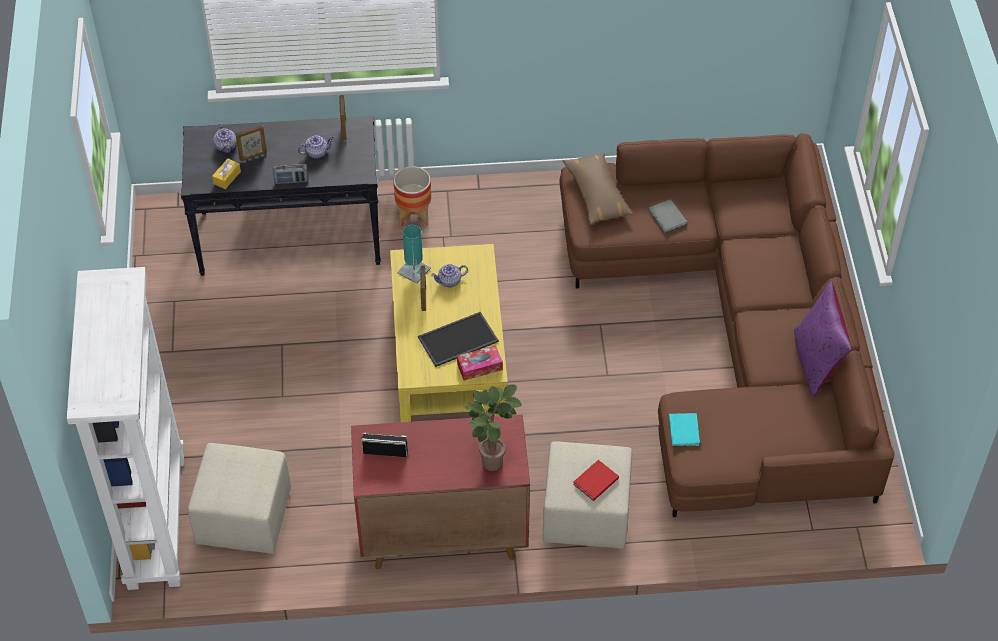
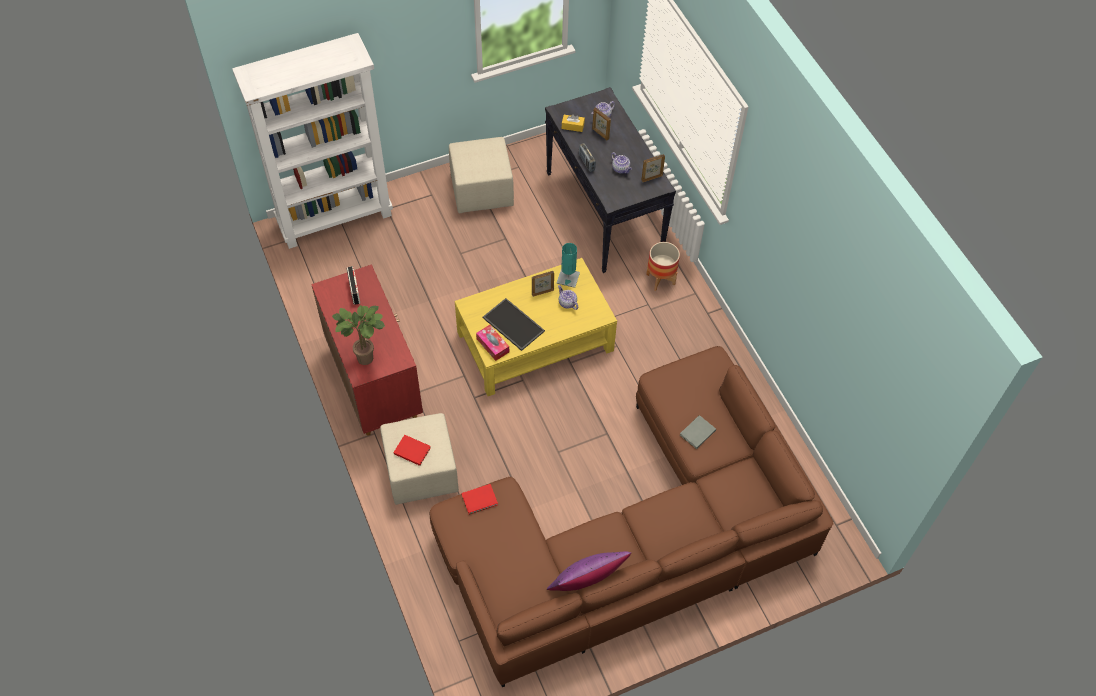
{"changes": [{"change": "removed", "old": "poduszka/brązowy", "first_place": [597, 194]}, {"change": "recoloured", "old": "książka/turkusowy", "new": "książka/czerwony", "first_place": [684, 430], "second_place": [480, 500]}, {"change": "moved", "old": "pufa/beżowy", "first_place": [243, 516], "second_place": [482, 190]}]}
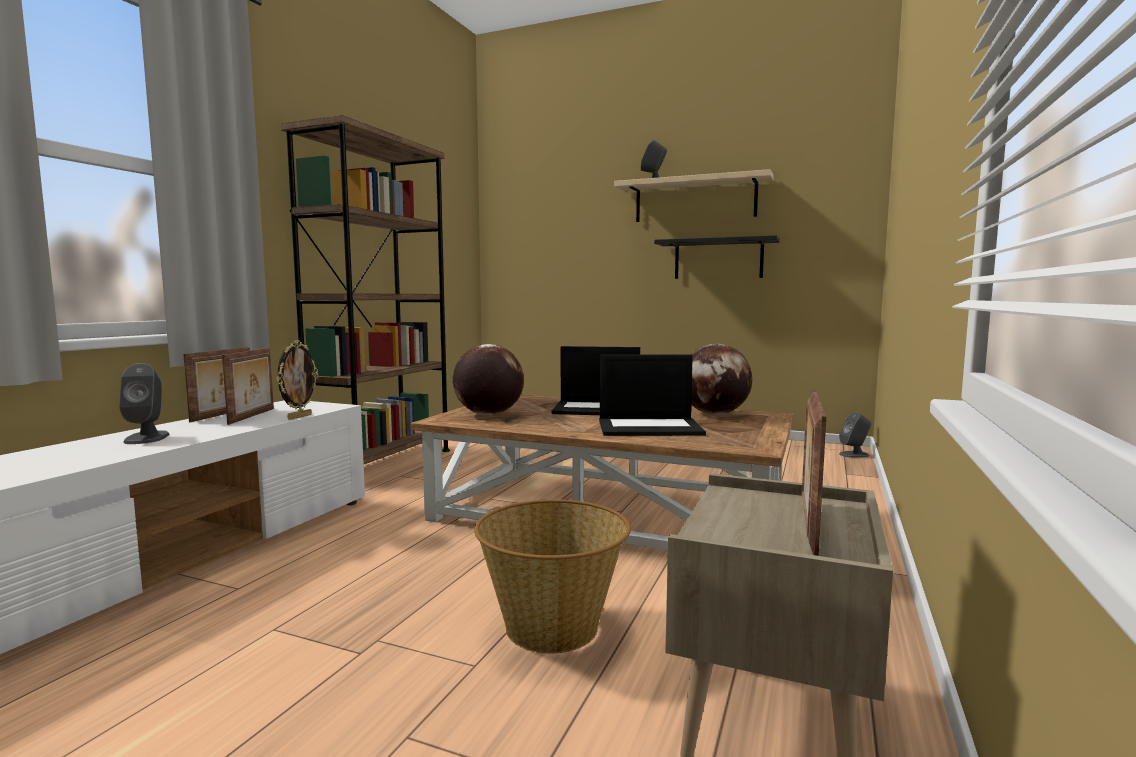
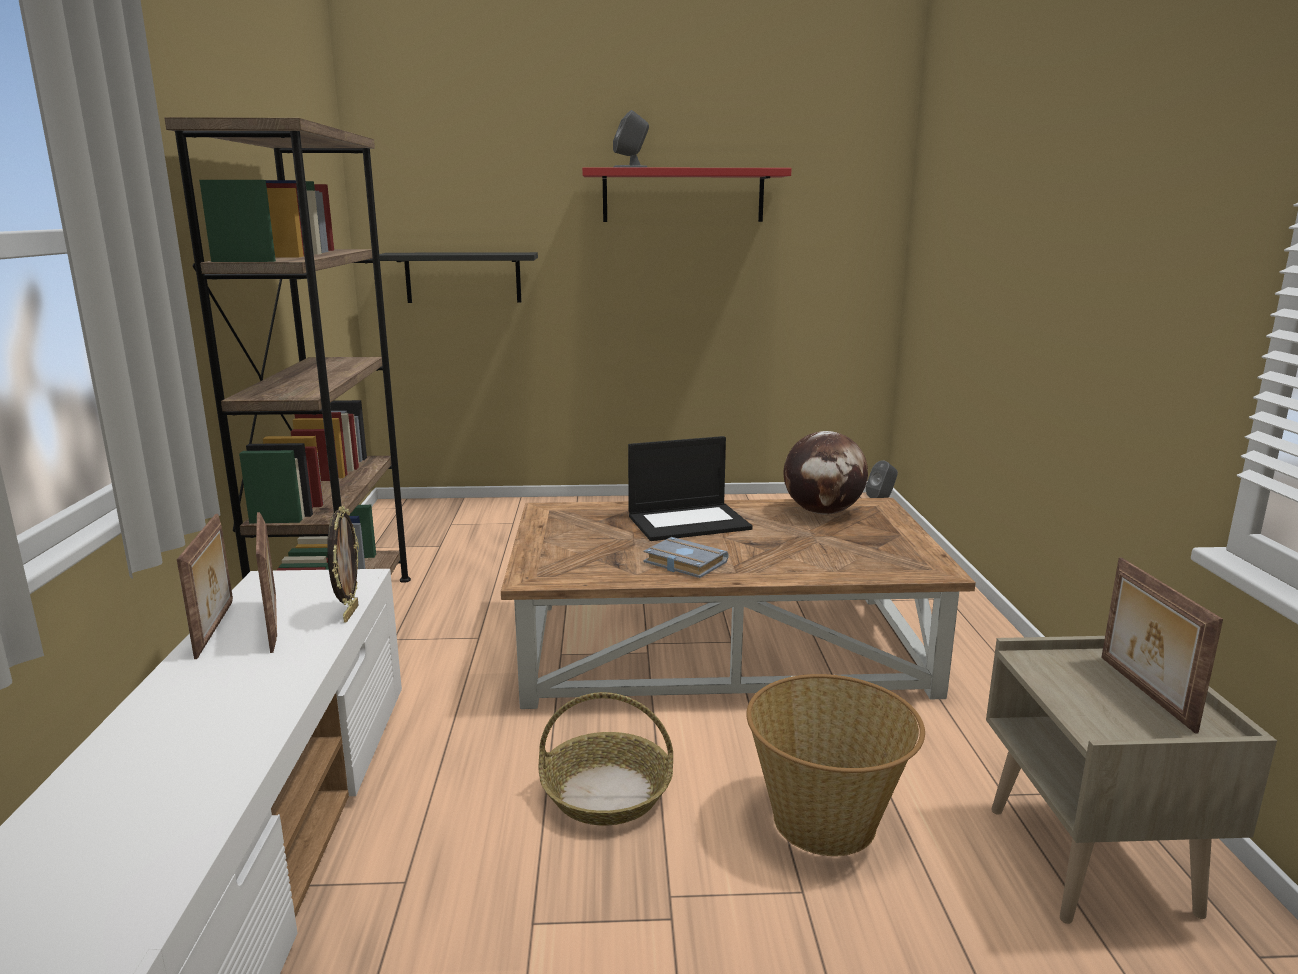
{"changes": [{"change": "recoloured", "old": "półka/beżowy", "new": "półka/czerwony", "first_place": [695, 200], "second_place": [683, 195]}, {"change": "moved", "old": "półka/czarny", "first_place": [718, 259], "second_place": [463, 277]}, {"change": "removed", "old": "globus", "first_place": [488, 414]}, {"change": "removed", "old": "laptop", "first_place": [650, 427]}, {"change": "removed", "old": "głośnik/szary", "first_place": [147, 438]}, {"change": "added", "new": "książka/szary", "second_place": [682, 563]}, {"change": "added", "new": "koszyk", "second_place": [607, 793]}]}
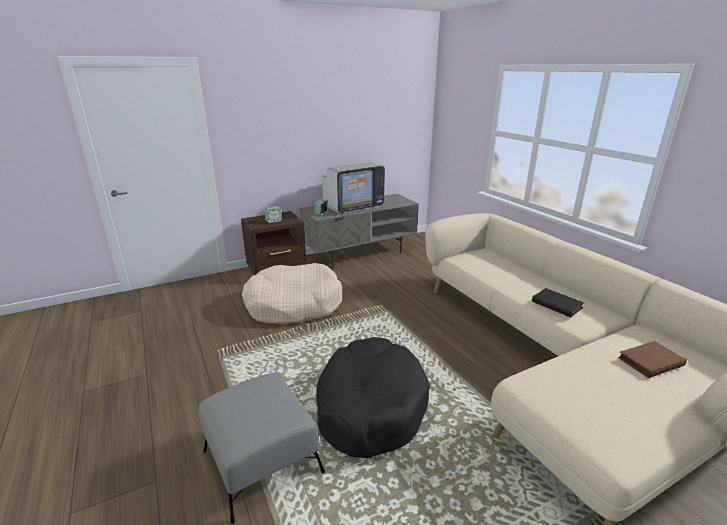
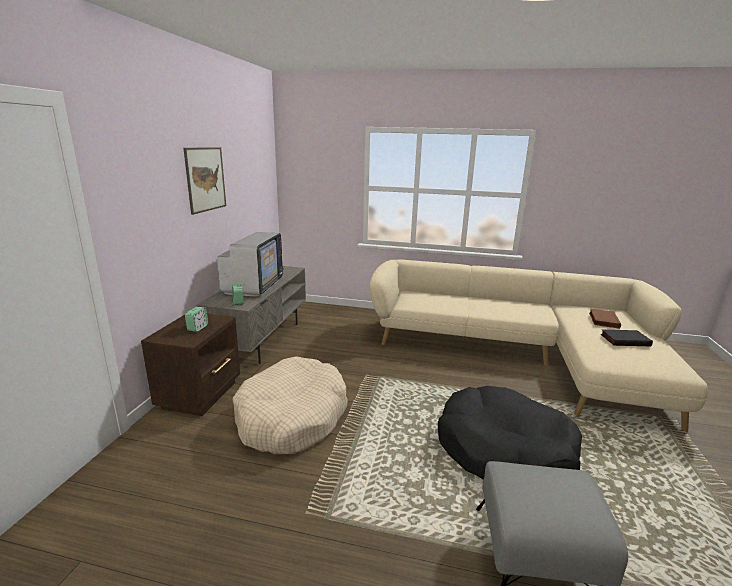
{"changes": [{"change": "moved", "old": "książka/czarny", "first_place": [557, 304], "second_place": [624, 340]}, {"change": "added", "new": "obraz", "second_place": [205, 179]}]}
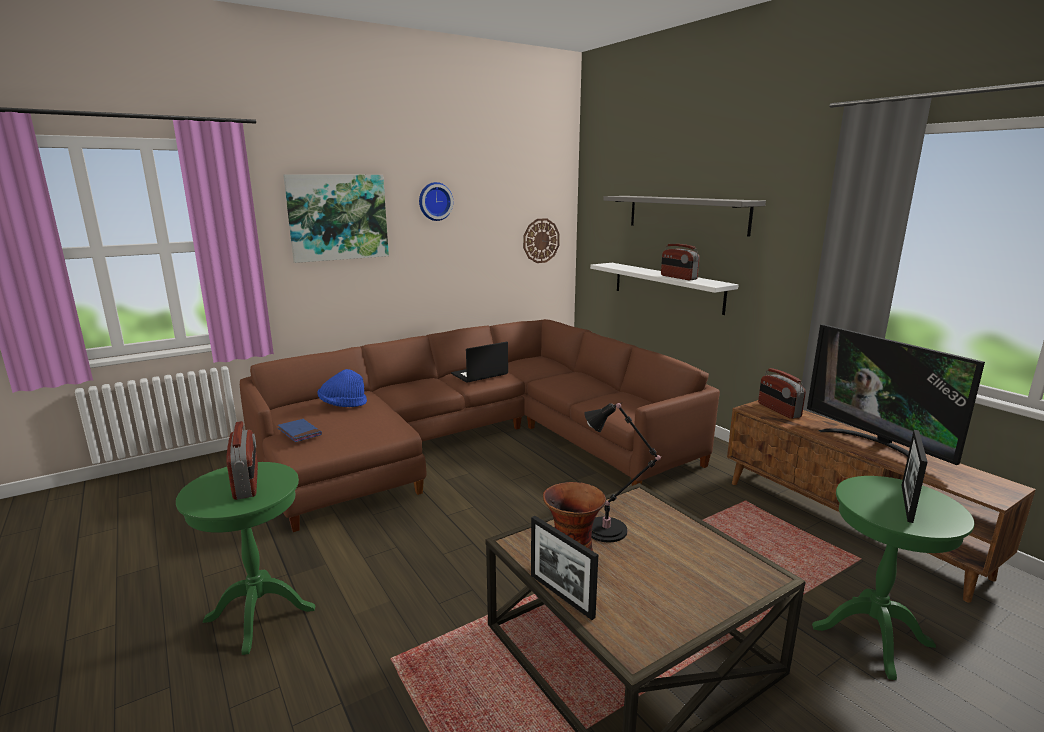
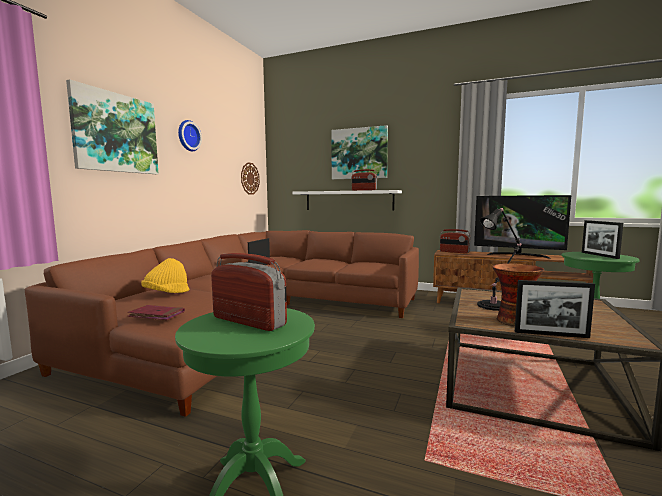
{"changes": [{"change": "replaced", "old": "półka/szary", "new": "obraz", "first_place": [686, 214], "second_place": [359, 153]}, {"change": "recoloured", "old": "kapelusz/niebieski", "new": "kapelusz/żółty", "first_place": [343, 405], "second_place": [166, 294]}, {"change": "recoloured", "old": "książka/niebieski", "new": "książka/czerwony", "first_place": [299, 432], "second_place": [156, 315]}]}
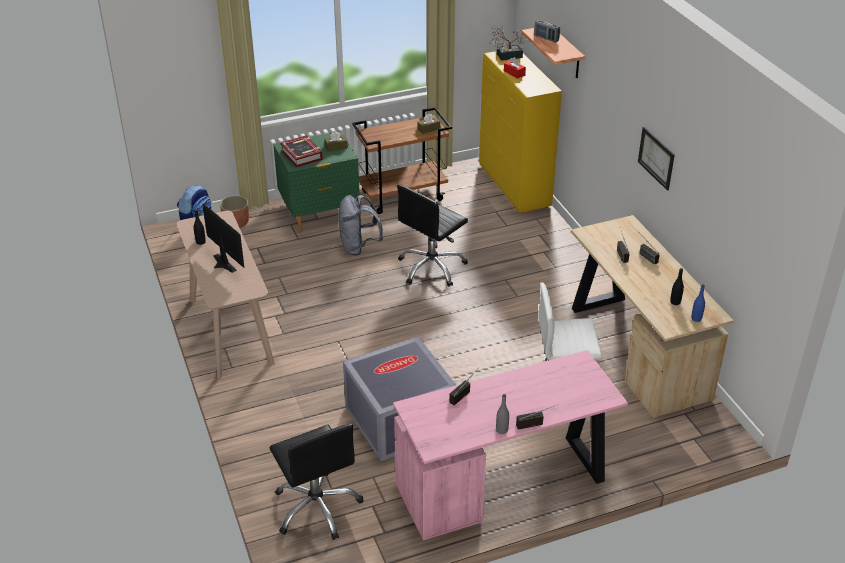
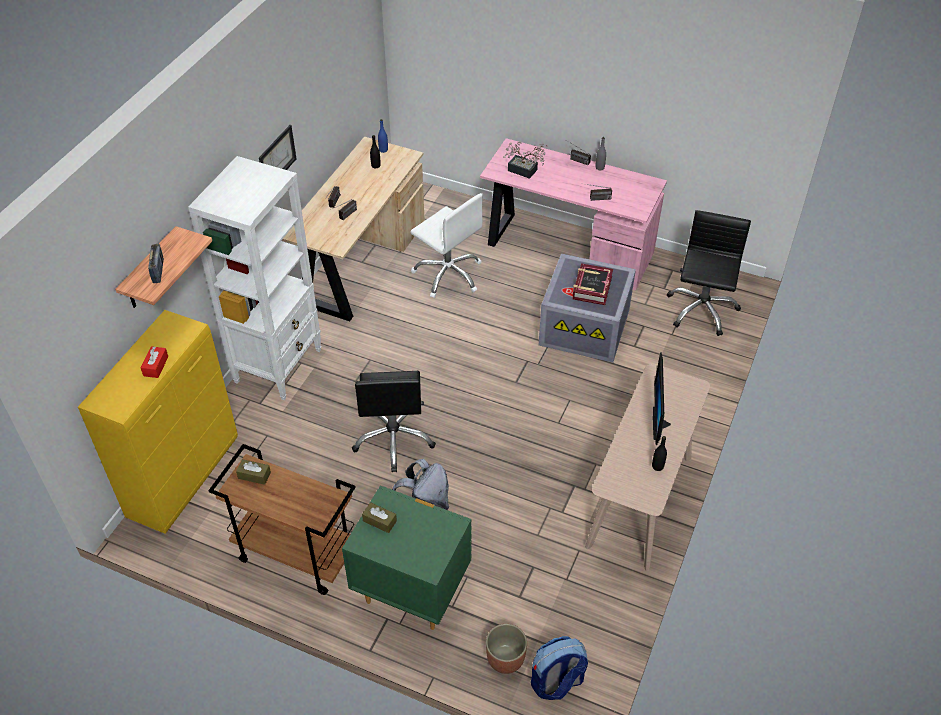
{"changes": [{"change": "moved", "old": "roślina doniczkowa", "first_place": [506, 56], "second_place": [525, 171]}, {"change": "moved", "old": "książka", "first_place": [302, 155], "second_place": [591, 288]}, {"change": "turned", "old": "krzesło biurowe/czarny", "first_place": [432, 268], "second_place": [394, 438], "degrees": 90}, {"change": "added", "new": "regał/biały", "second_place": [279, 365]}]}
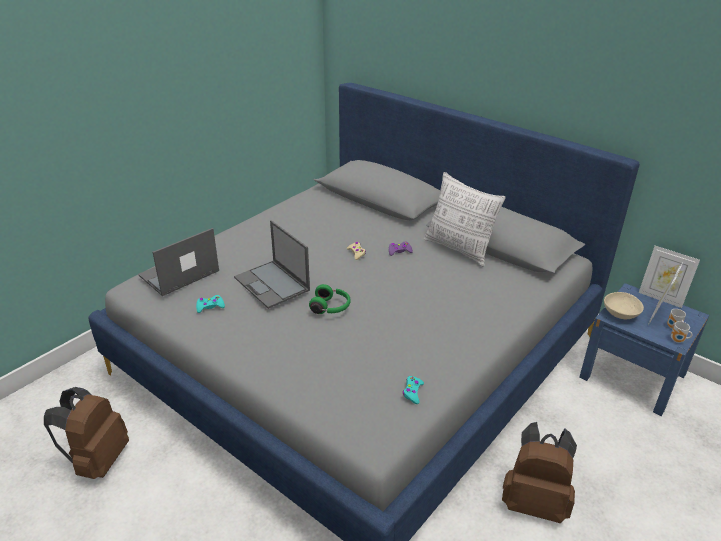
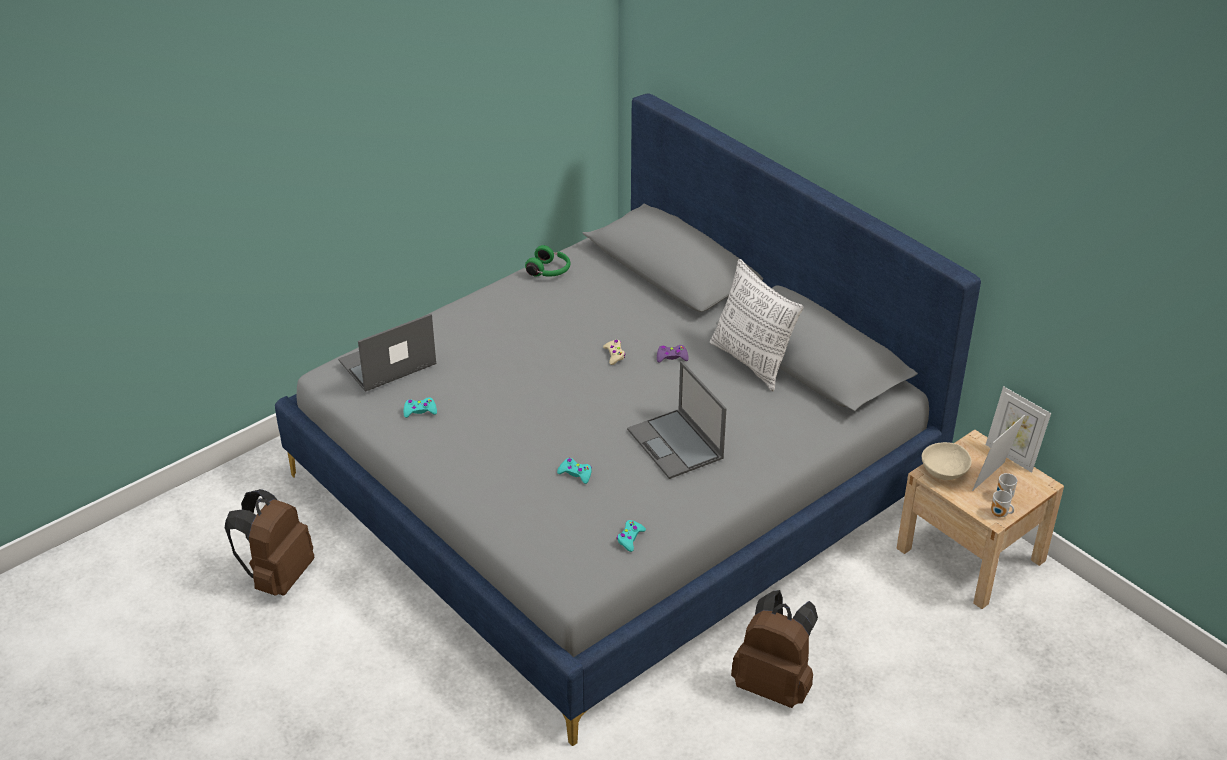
{"changes": [{"change": "moved", "old": "laptop", "first_place": [272, 284], "second_place": [676, 444]}, {"change": "recoloured", "old": "szafka nocna/niebieski", "new": "szafka nocna/beżowy", "first_place": [632, 375], "second_place": [970, 554]}, {"change": "moved", "old": "słuchawki/zielony", "first_place": [331, 307], "second_place": [549, 271]}, {"change": "added", "new": "pad do gier/turkusowy", "second_place": [575, 473]}]}
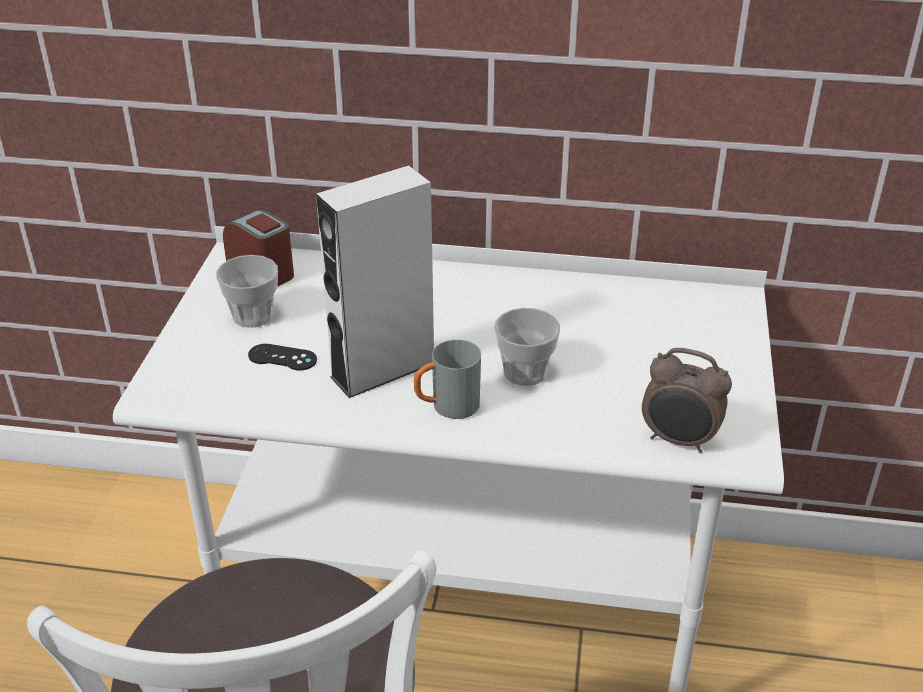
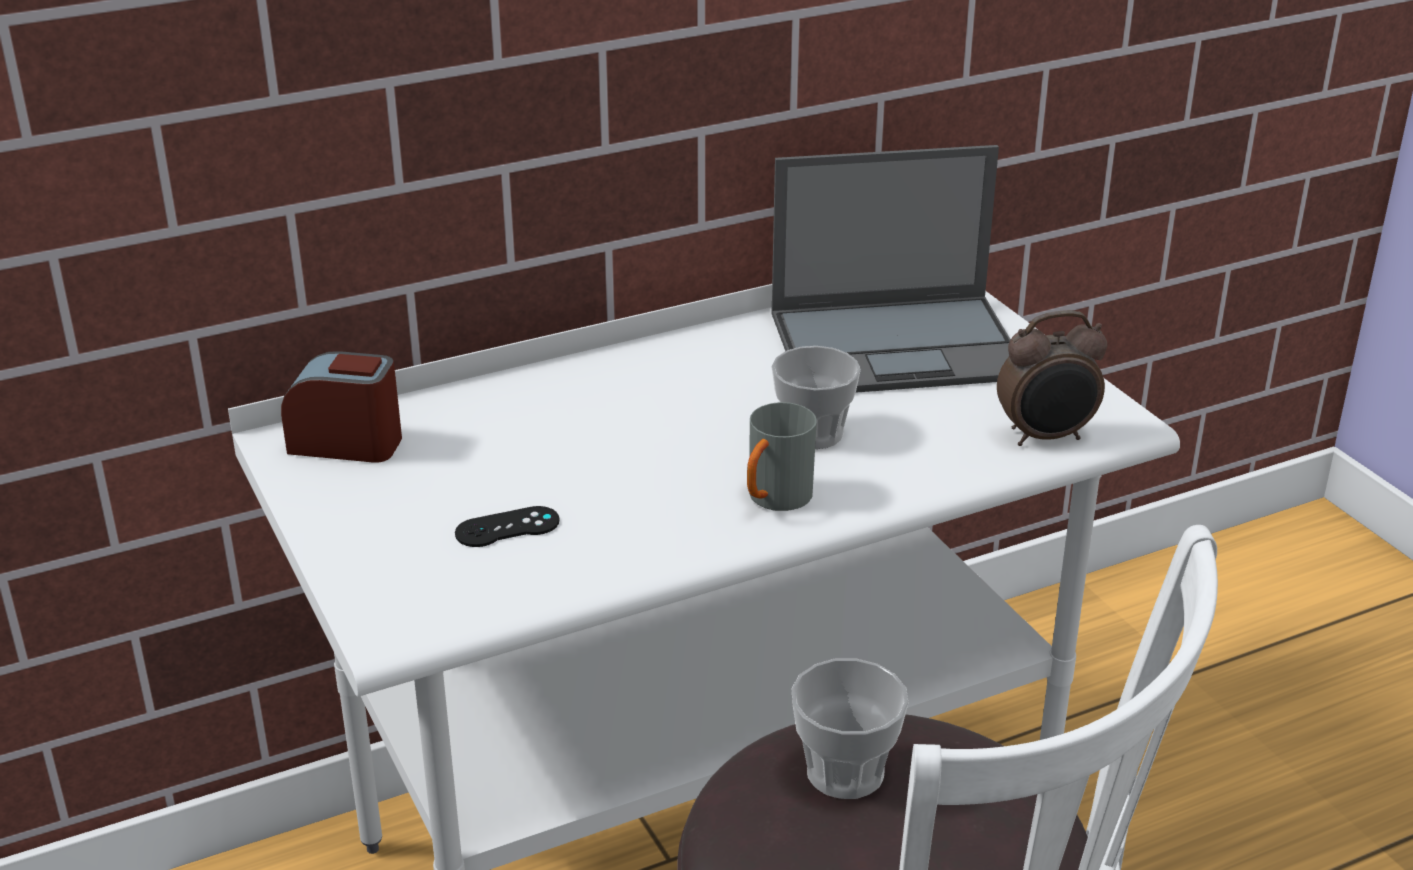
{"changes": [{"change": "removed", "old": "głośnik/szary", "first_place": [383, 370]}, {"change": "moved", "old": "filiżanka", "first_place": [253, 315], "second_place": [845, 772]}, {"change": "added", "new": "laptop", "second_place": [899, 345]}]}
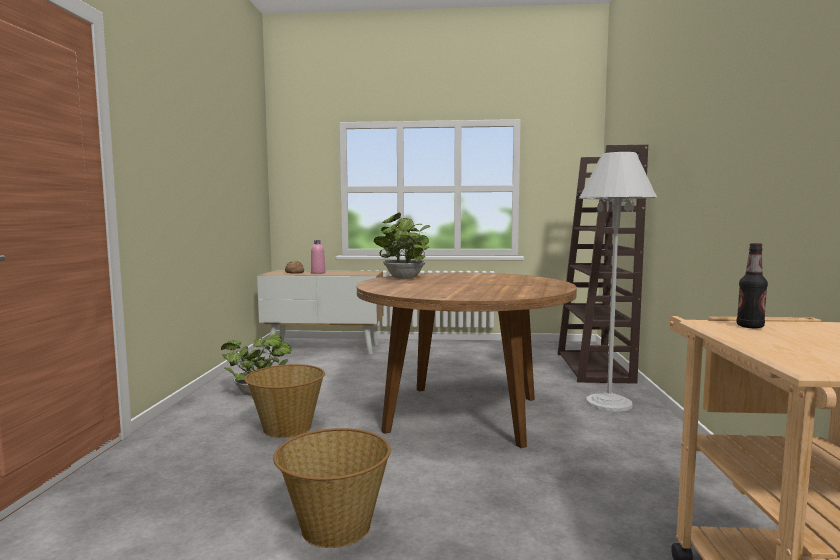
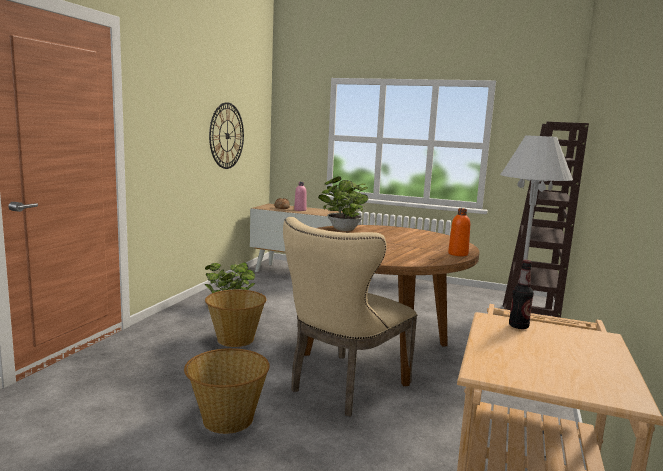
{"changes": [{"change": "added", "new": "zegar ścienny", "second_place": [227, 136]}, {"change": "added", "new": "butelka/pomarańczowy", "second_place": [458, 254]}, {"change": "added", "new": "krzesło/beżowy", "second_place": [344, 387]}]}
